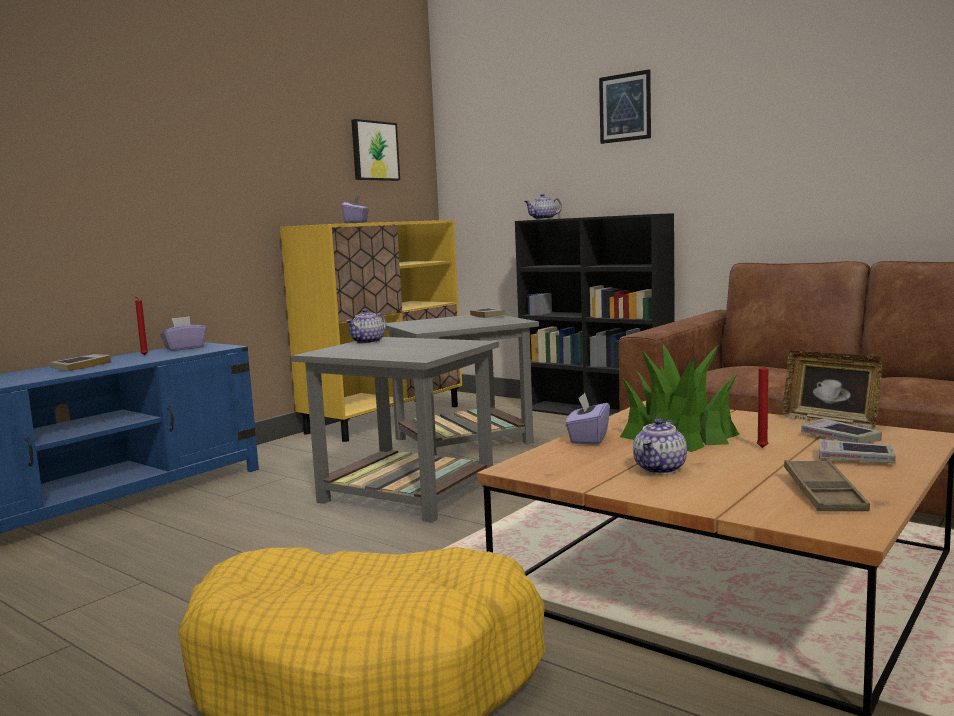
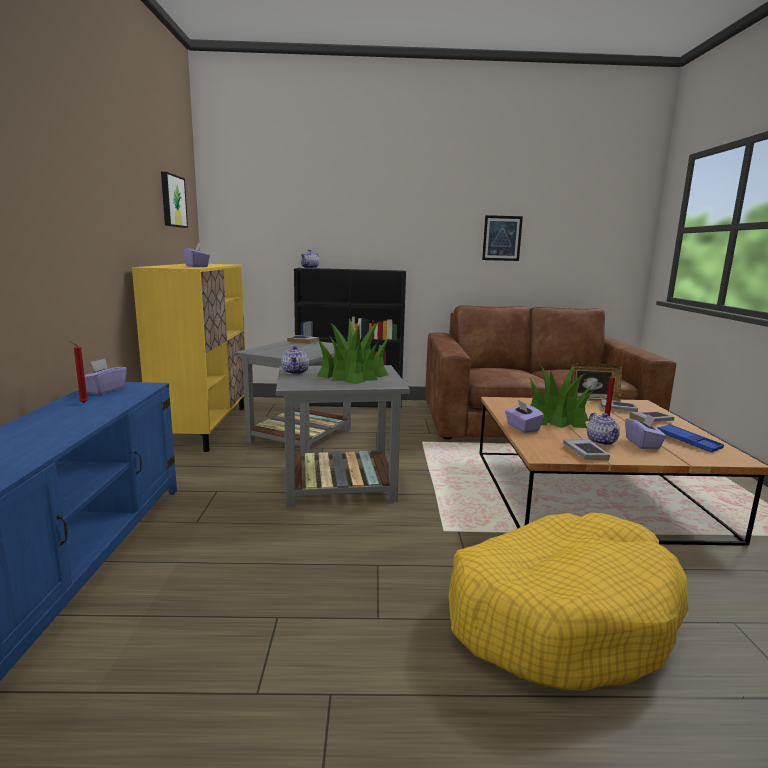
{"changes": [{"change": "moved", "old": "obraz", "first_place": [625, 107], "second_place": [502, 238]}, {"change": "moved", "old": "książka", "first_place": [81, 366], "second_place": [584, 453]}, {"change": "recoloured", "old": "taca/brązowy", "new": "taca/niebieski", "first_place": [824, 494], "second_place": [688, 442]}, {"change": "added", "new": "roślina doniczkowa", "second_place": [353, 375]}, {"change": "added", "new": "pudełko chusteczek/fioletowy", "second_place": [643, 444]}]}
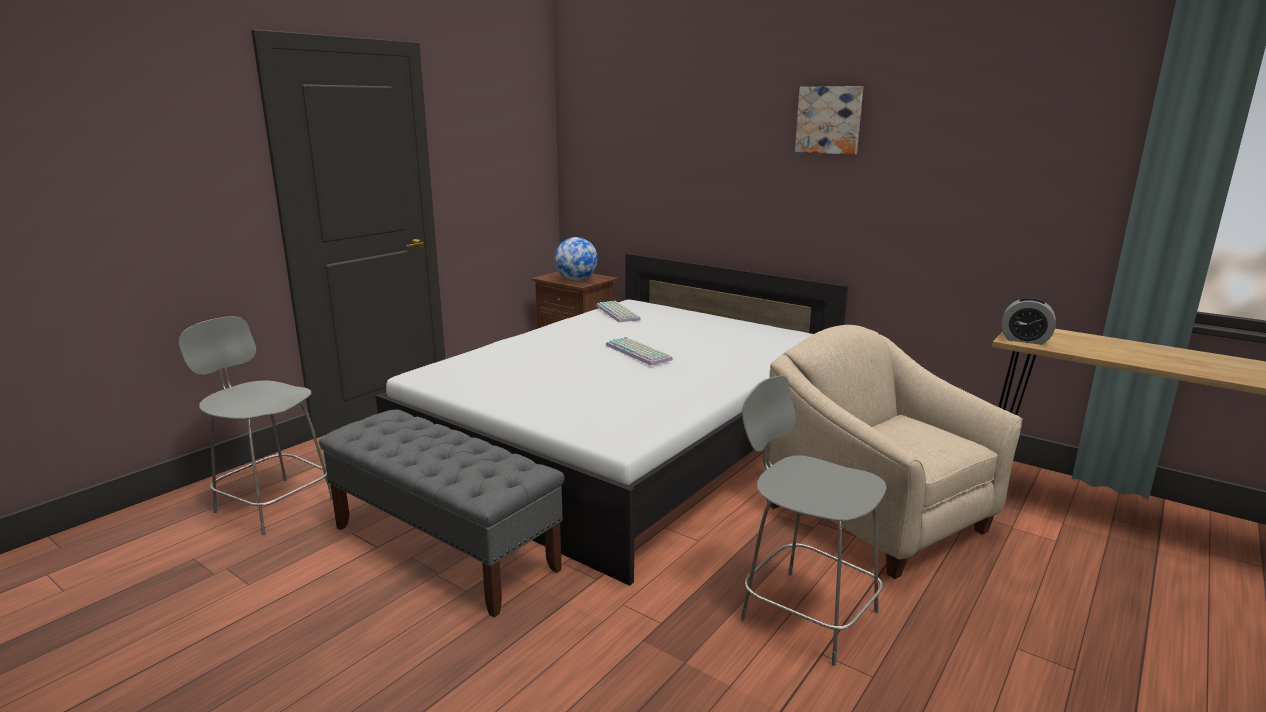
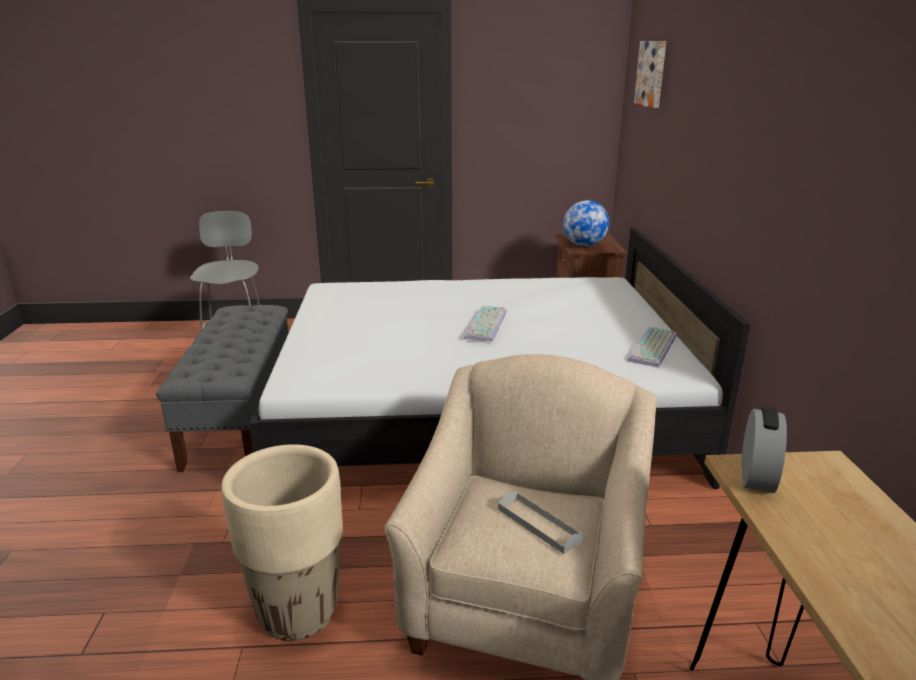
{"changes": [{"change": "moved", "old": "obraz", "first_place": [829, 120], "second_place": [652, 73]}, {"change": "turned", "old": "budzik", "first_place": [1025, 340], "second_place": [757, 476], "degrees": -150}, {"change": "moved", "old": "klawiatura", "first_place": [619, 313], "second_place": [654, 348]}, {"change": "replaced", "old": "krzesło/szary", "new": "donica/beżowy", "first_place": [805, 613], "second_place": [298, 612]}, {"change": "added", "new": "taca/szary", "second_place": [538, 524]}]}
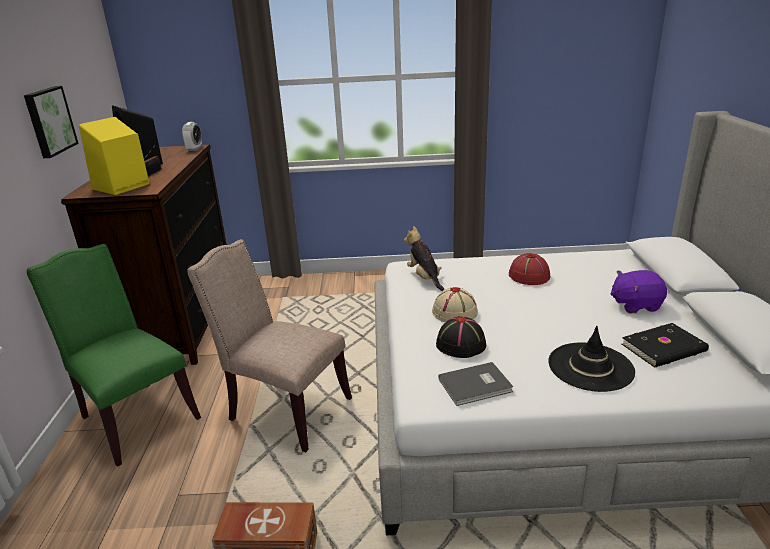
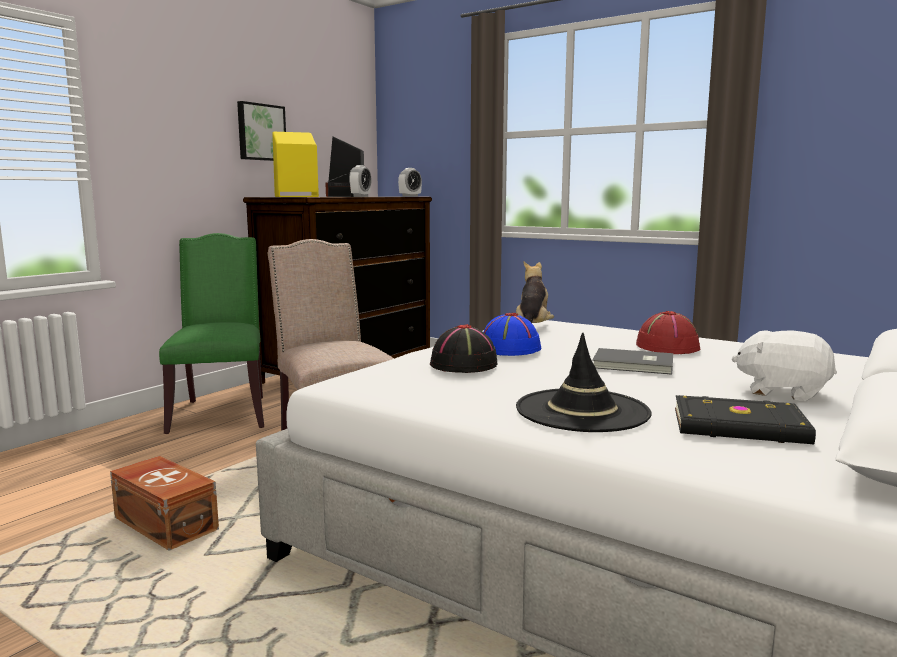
{"changes": [{"change": "recoloured", "old": "pluszak/fioletowy", "new": "pluszak/biały", "first_place": [635, 305], "second_place": [782, 391]}, {"change": "recoloured", "old": "kapelusz/beżowy", "new": "kapelusz/niebieski", "first_place": [455, 313], "second_place": [509, 349]}, {"change": "moved", "old": "książka/szary", "first_place": [476, 386], "second_place": [634, 365]}, {"change": "added", "new": "budzik", "second_place": [360, 196]}]}
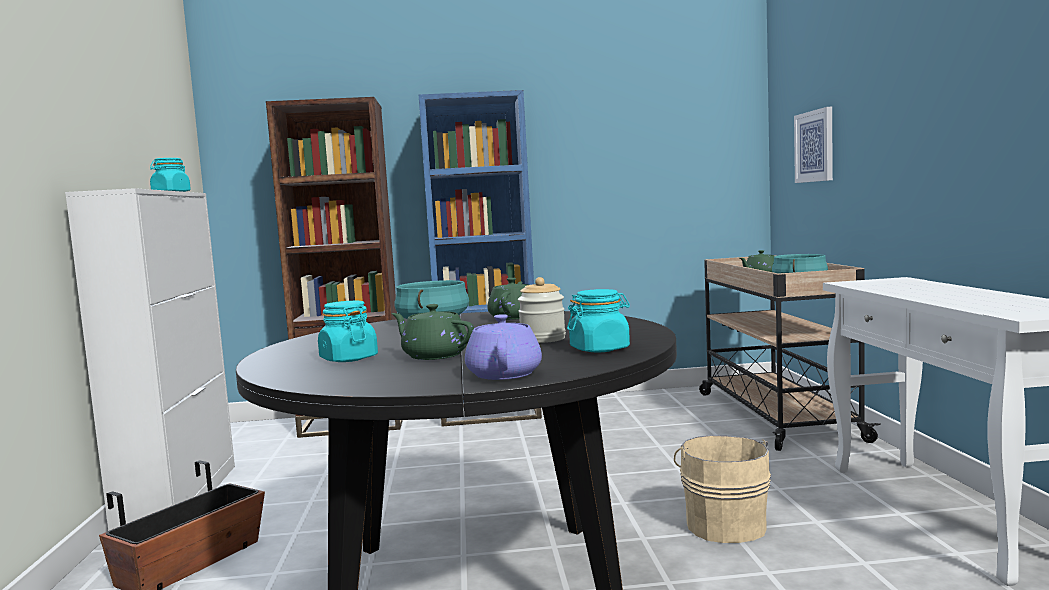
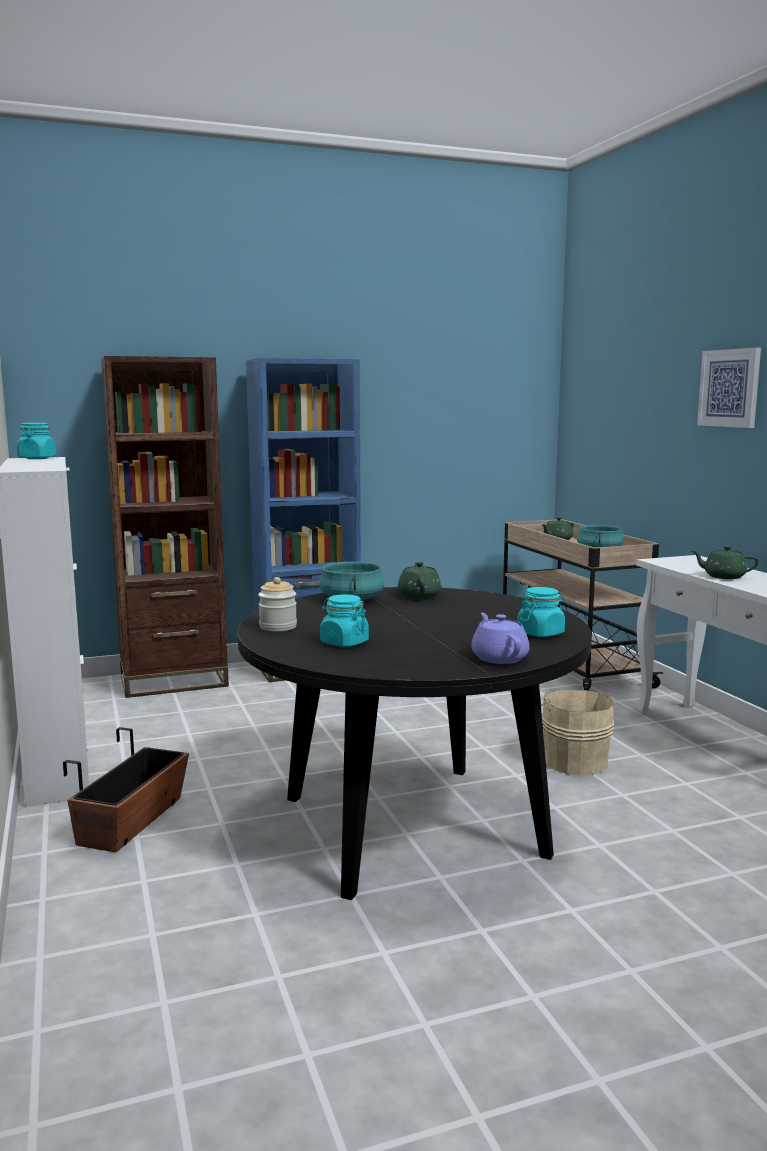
{"changes": [{"change": "moved", "old": "obraz", "first_place": [815, 146], "second_place": [729, 388]}, {"change": "moved", "old": "słoik", "first_place": [543, 339], "second_place": [278, 627]}, {"change": "moved", "old": "imbryk/zielony", "first_place": [434, 355], "second_place": [723, 576]}]}
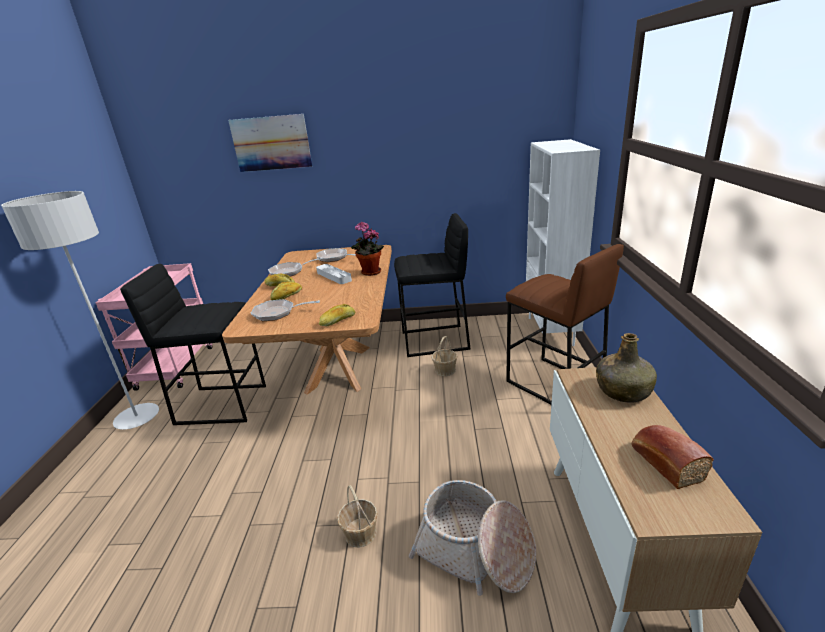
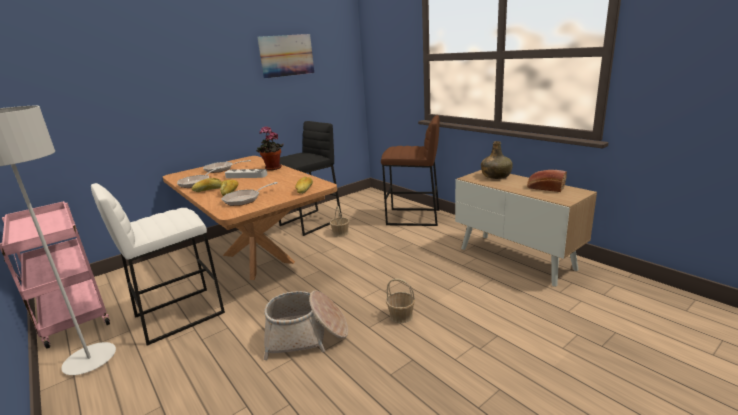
{"changes": [{"change": "moved", "old": "obraz", "first_place": [271, 143], "second_place": [287, 55]}, {"change": "removed", "old": "regał/biały", "first_place": [551, 331]}, {"change": "recoloured", "old": "stołek/czarny", "new": "stołek/biały", "first_place": [222, 404], "second_place": [179, 314]}, {"change": "moved", "old": "koszyk", "first_place": [475, 551], "second_place": [306, 336]}]}
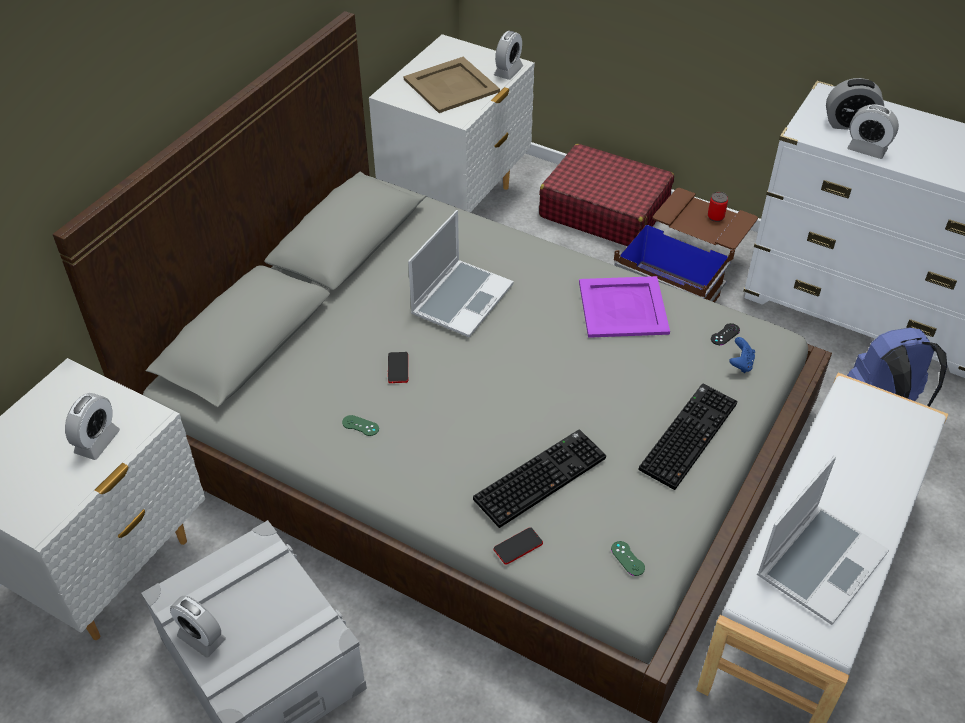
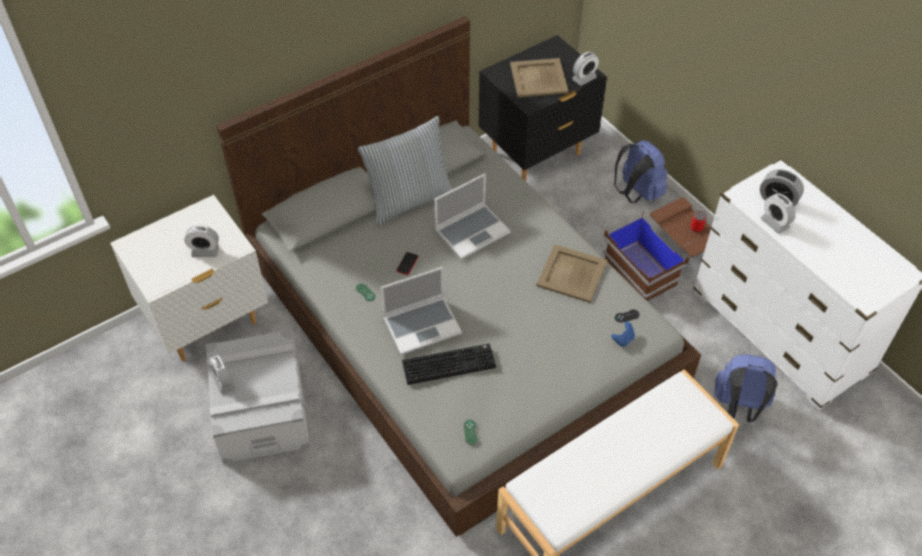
{"changes": [{"change": "recoloured", "old": "szafka nocna/biały", "new": "szafka nocna/czarny", "first_place": [456, 202], "second_place": [536, 154]}, {"change": "replaced", "old": "walizka/czerwony", "new": "plecak/niebieski", "first_place": [604, 210], "second_place": [636, 193]}, {"change": "recoloured", "old": "taca/fioletowy", "new": "taca/beżowy", "first_place": [624, 308], "second_place": [572, 274]}, {"change": "removed", "old": "klawiatura", "first_place": [687, 434]}, {"change": "turned", "old": "budzik", "first_place": [97, 442], "second_place": [205, 251], "degrees": 45}, {"change": "moved", "old": "laptop", "first_place": [820, 562], "second_place": [422, 325]}, {"change": "removed", "old": "telefon", "first_place": [518, 546]}, {"change": "added", "new": "poduszka", "second_place": [409, 199]}]}
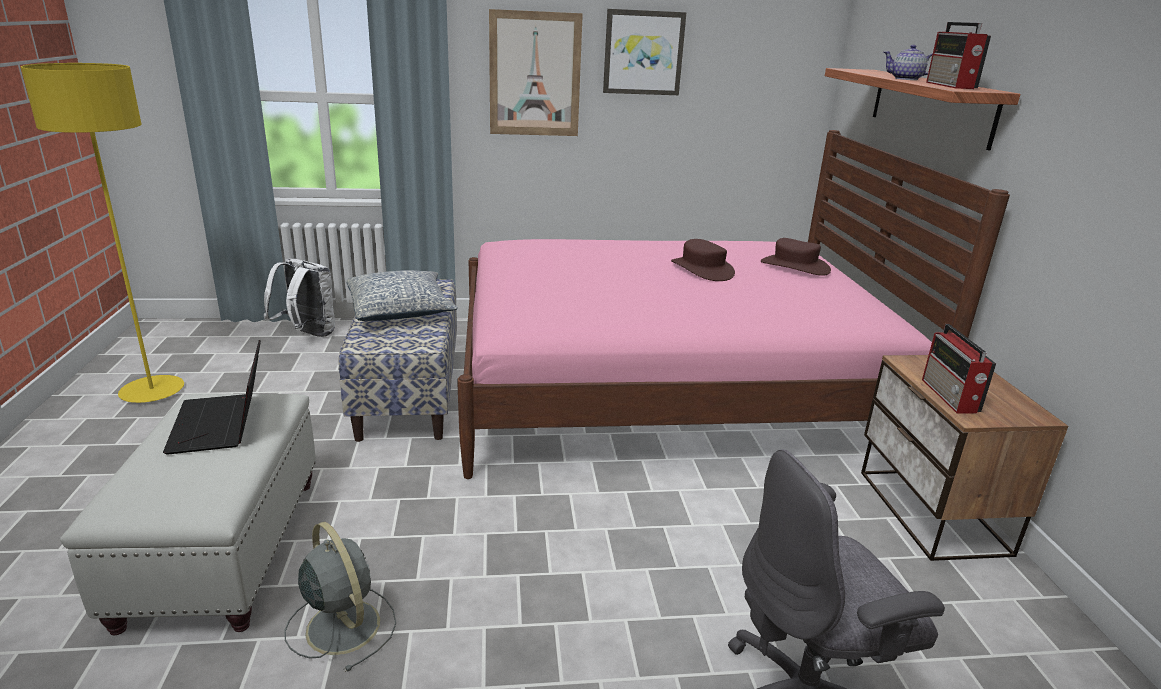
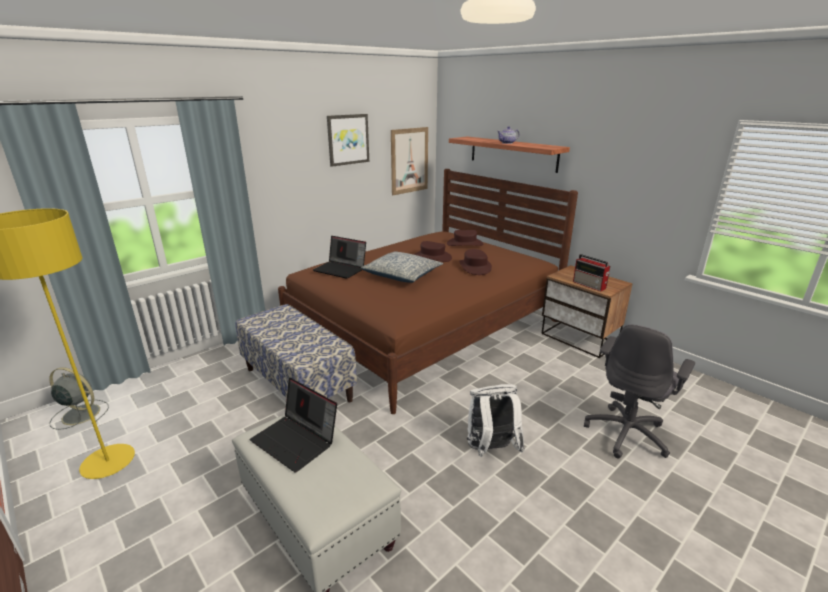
{"changes": [{"change": "moved", "old": "obraz", "first_place": [535, 74], "second_place": [409, 161]}, {"change": "removed", "old": "radio", "first_place": [951, 85]}, {"change": "recoloured", "old": "łóżko/różowy", "new": "łóżko/brązowy", "first_place": [666, 389], "second_place": [425, 327]}, {"change": "moved", "old": "plecak/biały", "first_place": [307, 335], "second_place": [491, 449]}, {"change": "moved", "old": "poduszka", "first_place": [400, 310], "second_place": [402, 275]}, {"change": "moved", "old": "wentylator/szary", "first_place": [341, 624], "second_place": [79, 414]}, {"change": "added", "new": "laptop", "second_place": [341, 269]}, {"change": "added", "new": "kapelusz/brązowy", "second_place": [475, 267]}]}
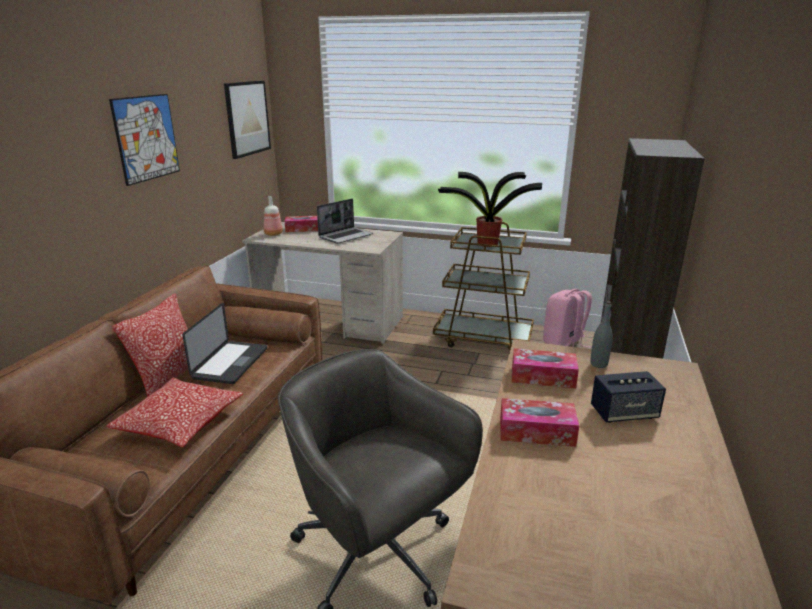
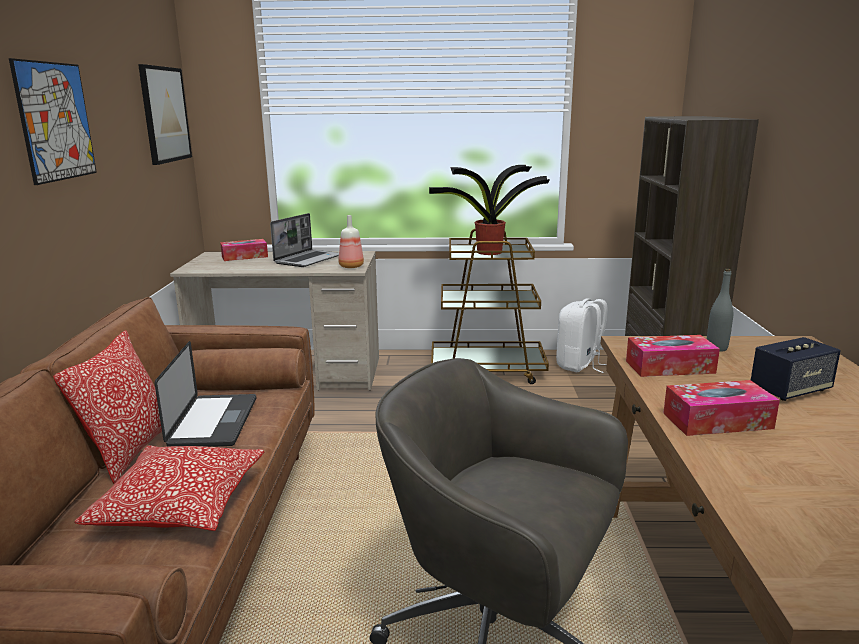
{"changes": [{"change": "moved", "old": "butelka", "first_place": [273, 234], "second_place": [351, 266]}, {"change": "recoloured", "old": "plecak/różowy", "new": "plecak/biały", "first_place": [564, 344], "second_place": [579, 365]}]}
